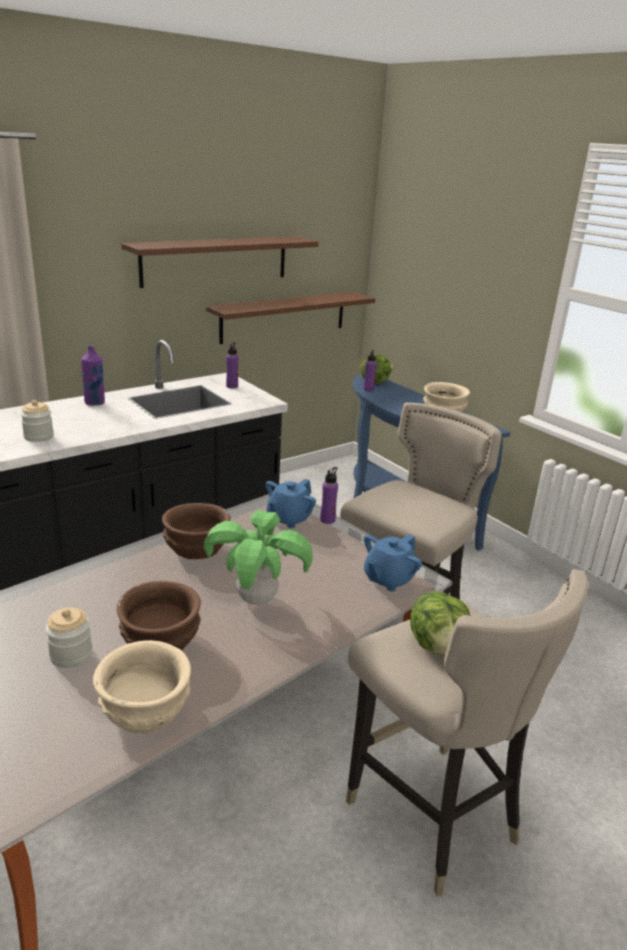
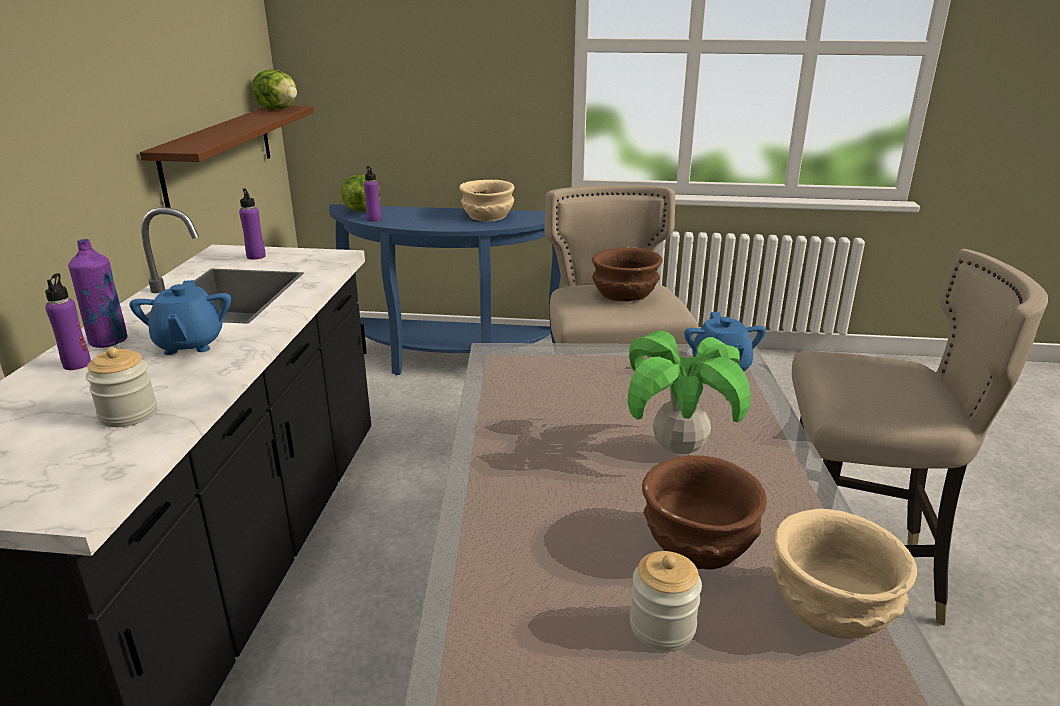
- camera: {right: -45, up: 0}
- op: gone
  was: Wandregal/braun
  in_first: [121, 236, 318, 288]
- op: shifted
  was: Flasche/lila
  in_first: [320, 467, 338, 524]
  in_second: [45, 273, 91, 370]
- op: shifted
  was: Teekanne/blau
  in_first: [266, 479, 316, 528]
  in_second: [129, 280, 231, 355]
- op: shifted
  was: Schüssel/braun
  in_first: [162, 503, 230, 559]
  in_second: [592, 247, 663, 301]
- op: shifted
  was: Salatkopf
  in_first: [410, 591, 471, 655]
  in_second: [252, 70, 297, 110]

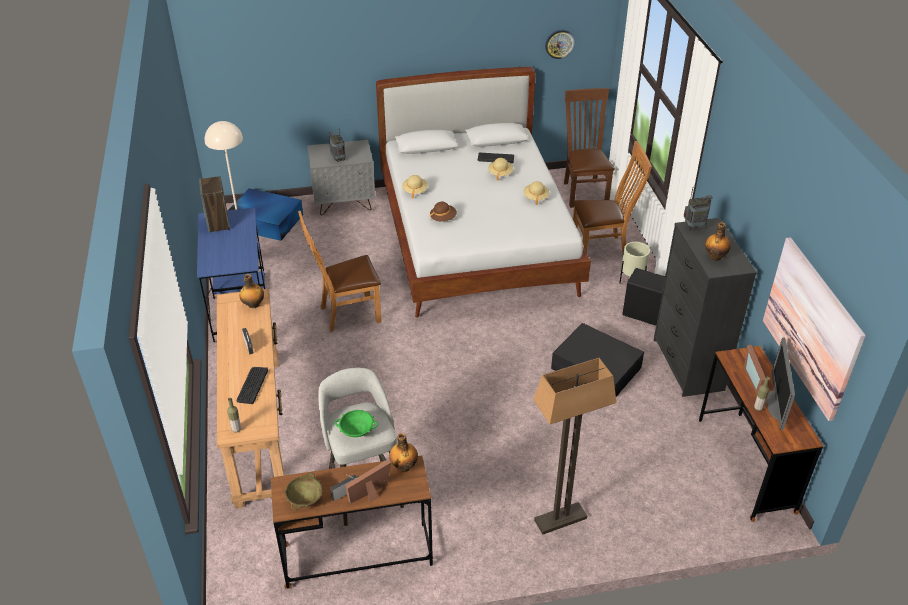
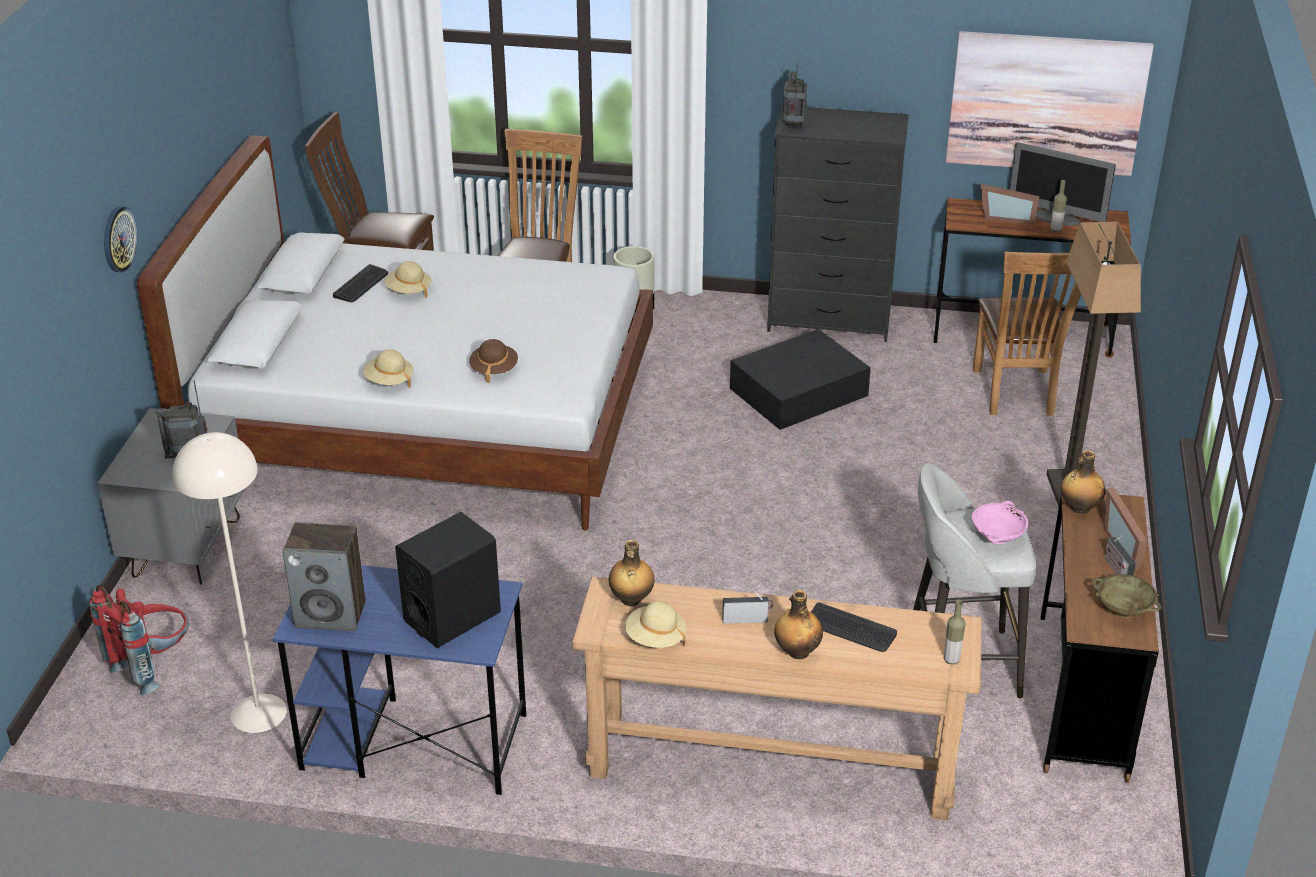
- camera: {right: -70, up: -5}
- op: shifted
  was: Wanduhr
  in_first: [545, 29, 575, 59]
  in_second: [104, 206, 138, 273]
- op: shifted
  was: Hut/beige
  in_first: [523, 181, 549, 205]
  in_second: [626, 601, 686, 648]
- op: swapped
  was: Aufbewahrungsbox/blau
  now: Rucksack/rot
  in_first: [229, 188, 303, 241]
  in_second: [89, 585, 189, 695]
- op: shifted
  was: Stuhl/braun
  in_first: [298, 211, 382, 332]
  in_second: [973, 252, 1081, 415]
- op: shifted
  was: Flasche
  in_first: [705, 222, 731, 261]
  in_second: [774, 590, 823, 659]
- op: shifted
  was: Lautsprecher/schwarz
  in_first: [622, 268, 665, 326]
  in_second: [395, 512, 501, 648]
- op: repainted
  was: Schüssel/grün
  now: Schüssel/rosa
  in_first: [335, 410, 378, 437]
  in_second: [972, 501, 1028, 544]

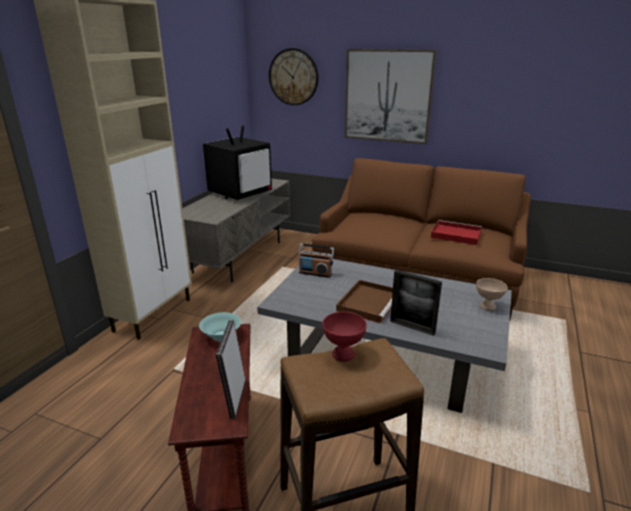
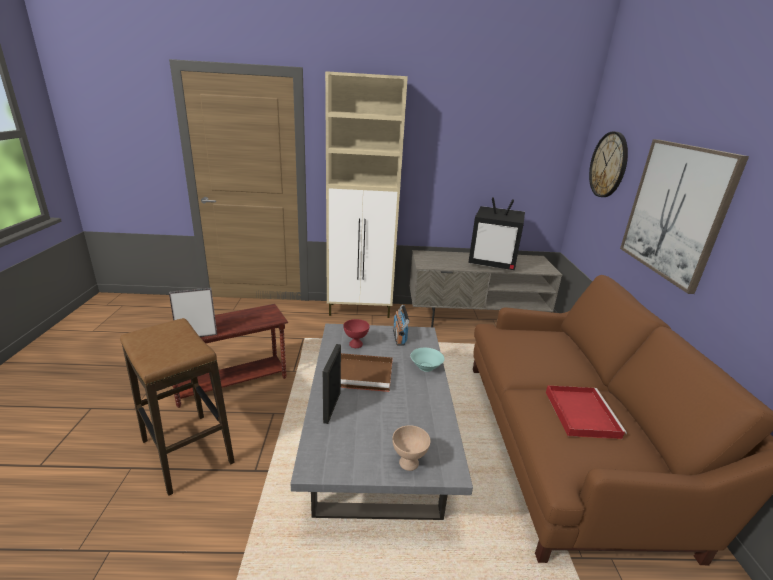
- camera: {right: 65, up: 0}
- op: shifted
  was: Schüssel/türkis
  in_first: [199, 312, 241, 341]
  in_second: [410, 348, 445, 372]
- op: shifted
  was: Schüssel/rot
  in_first: [322, 312, 367, 362]
  in_second: [343, 319, 370, 348]

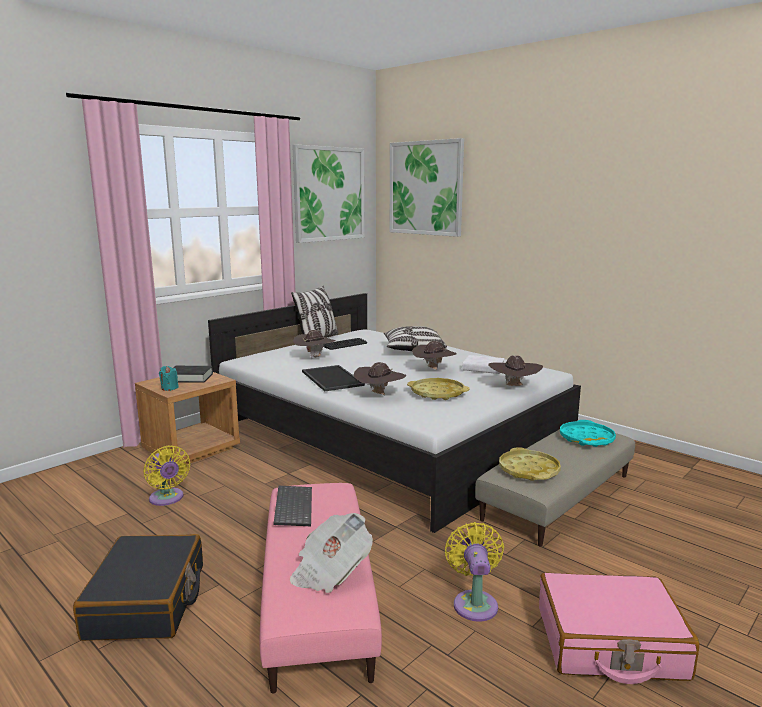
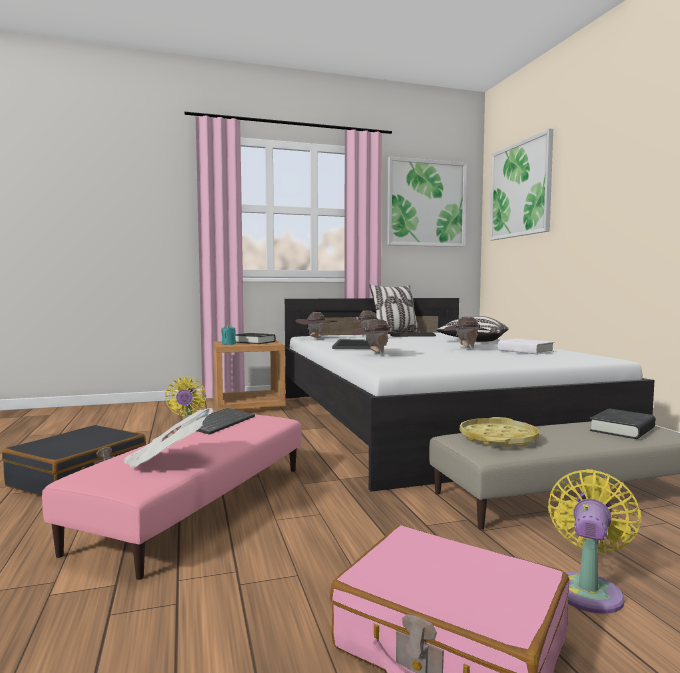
- camera: {right: 30, up: -10}
- op: shifted
  was: Hut/braun
  in_first: [488, 355, 543, 386]
  in_second: [296, 312, 337, 338]
- op: gone
  was: Tablett/gelb
  in_first: [407, 378, 470, 400]
- op: swapped
  was: Tablett/türkis
  now: Buch/schwarz
  in_first: [560, 420, 616, 447]
  in_second: [590, 408, 656, 439]
- op: shifted
  was: Ventilator/gelb
  in_first: [445, 522, 504, 621]
  in_second: [548, 469, 641, 614]

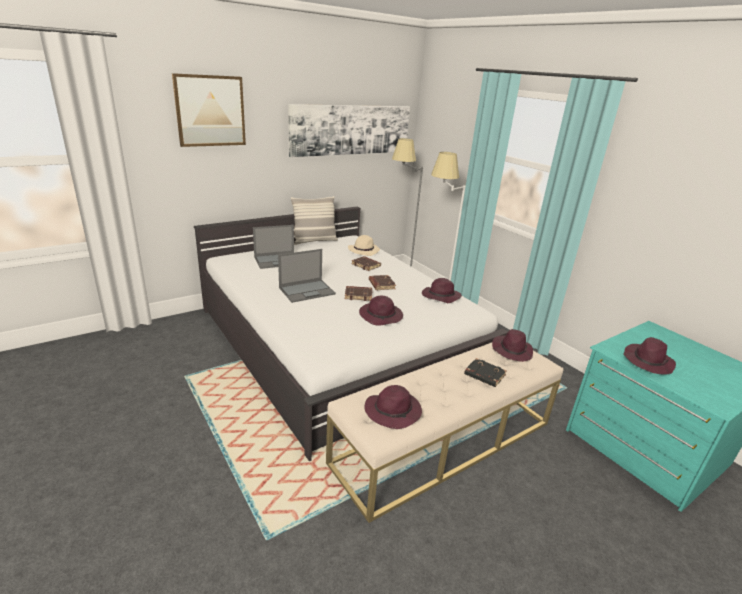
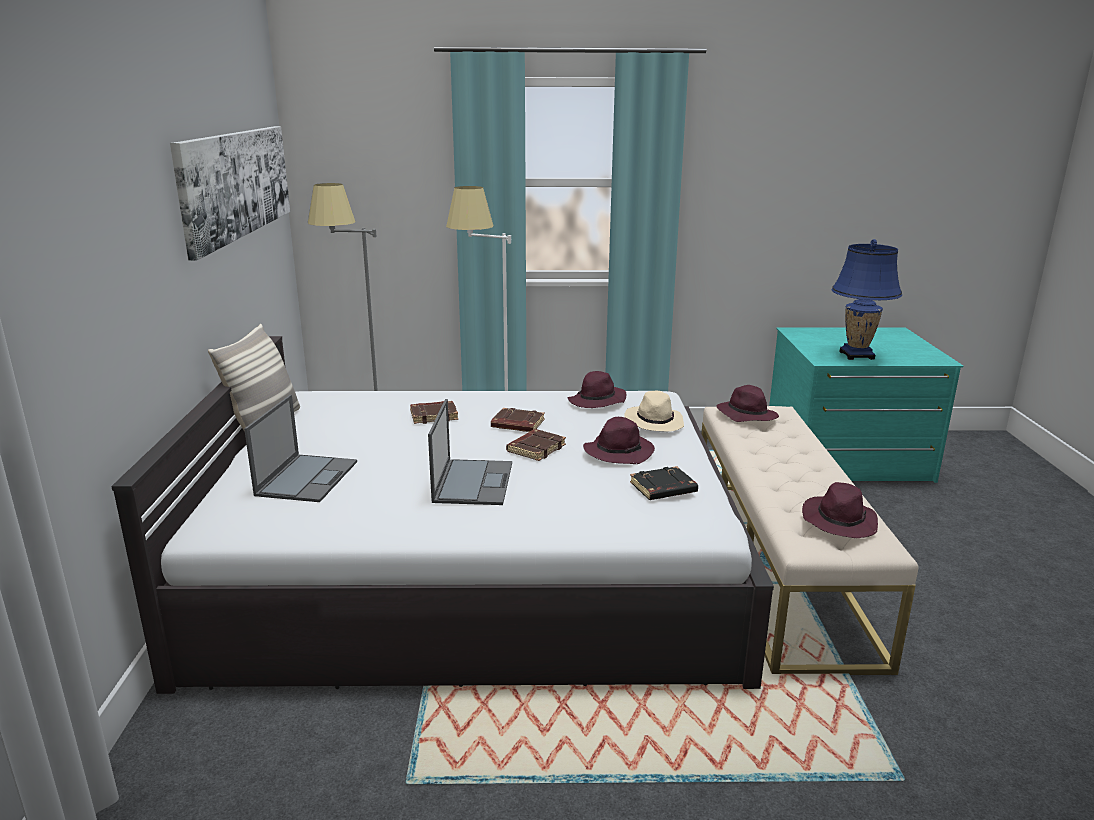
- camera: {right: -55, up: -5}
- op: gone
  was: Bild
  in_first: [172, 73, 246, 147]
- op: shifted
  was: Hut/beige
  in_first: [348, 235, 380, 256]
  in_second: [624, 391, 684, 432]
- op: swapped
  was: Hut/lila
  now: Tischlampe/blau
  in_first: [624, 337, 676, 374]
  in_second: [831, 239, 902, 360]
- op: shifted
  was: Buch/schwarz
  in_first: [464, 358, 507, 387]
  in_second: [630, 466, 698, 500]

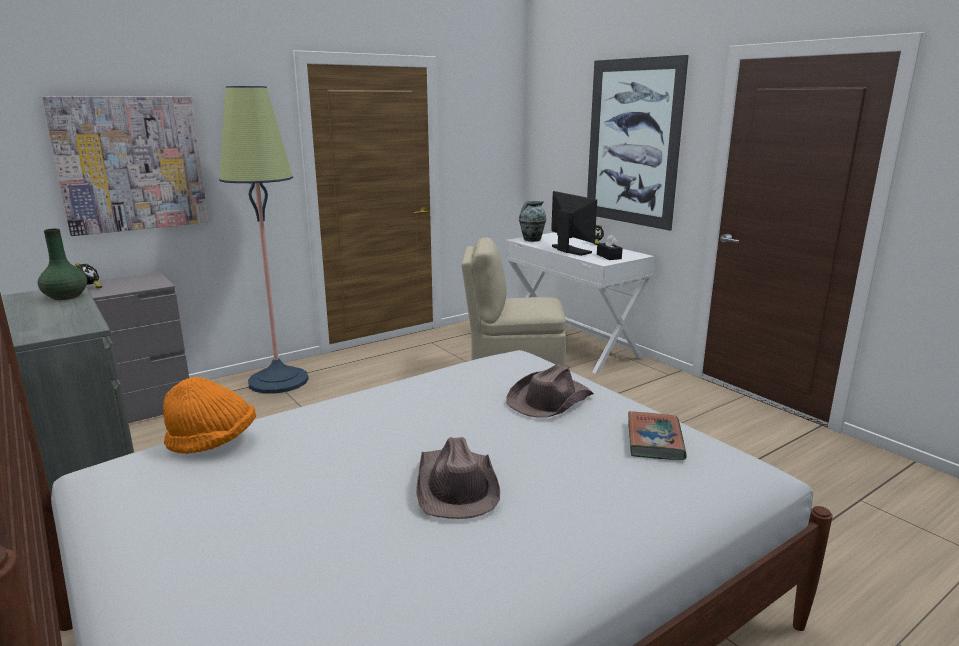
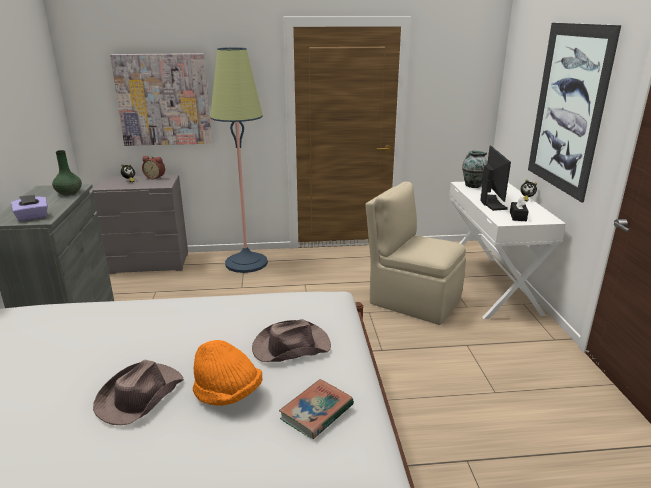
- camera: {right: 30, up: 5}
- op: shifted
  was: Hut/orange
  in_first: [163, 377, 256, 454]
  in_second: [193, 340, 263, 406]
- op: new
  now: Wecker
  in_second: [142, 156, 165, 180]
- op: new
  now: Taschentuchbox/lila
  in_second: [11, 195, 48, 221]

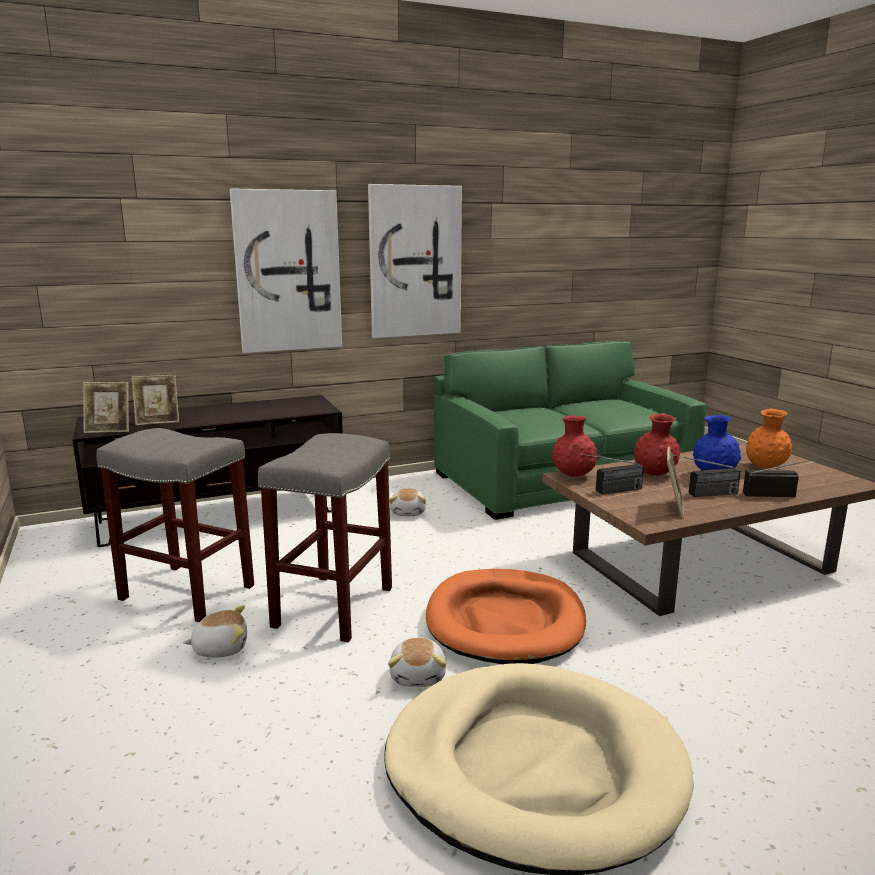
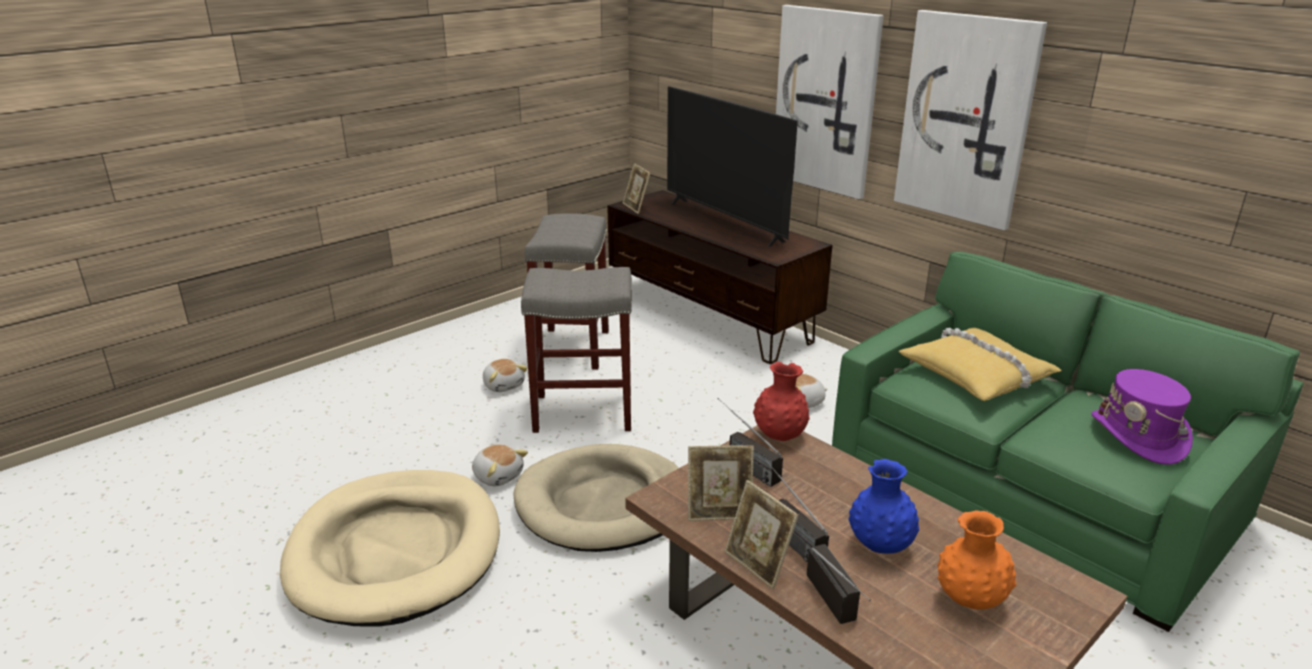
- camera: {right: 70, up: 10}
- op: shifted
  was: Bilderrahmen
  in_first: [132, 375, 179, 425]
  in_second: [724, 480, 799, 589]
- op: gone
  was: Vase/rot
  in_first: [634, 414, 681, 475]
- op: repainted
  was: Hundebett/orange
  now: Hundebett/beige
  in_first: [426, 569, 586, 664]
  in_second: [513, 444, 679, 552]
- op: rotated
  was: Plüschtier
  in_first: [388, 638, 446, 687]
  in_second: [472, 444, 528, 486]
  clockwise: -120
- op: new
  now: Fernseher
  in_second: [667, 86, 798, 247]
- op: new
  now: Kissen/gelb
  in_second: [898, 328, 1062, 401]
- op: new
  now: Hut/lila
  in_second: [1092, 369, 1193, 465]

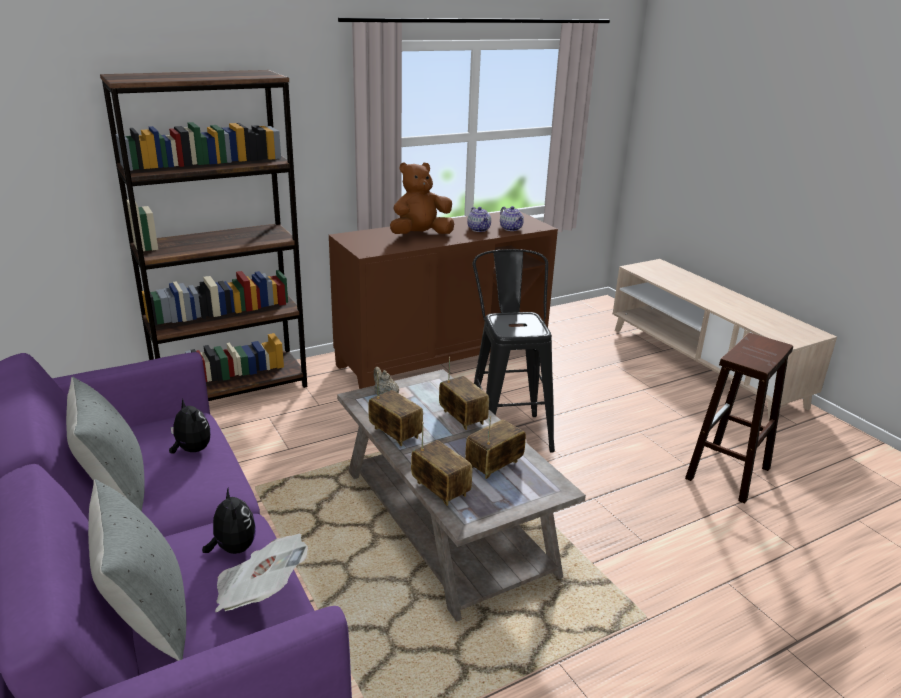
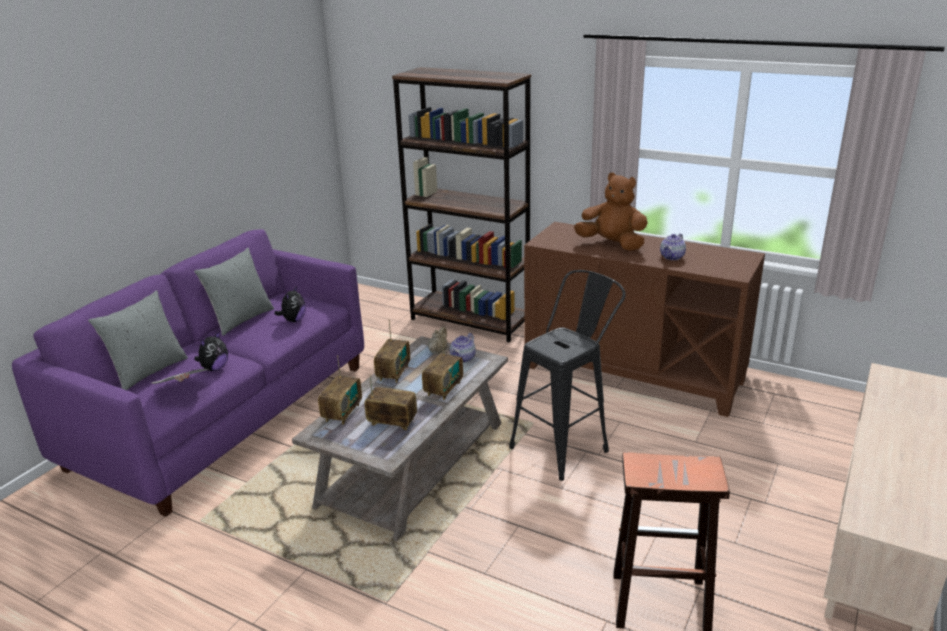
- camera: {right: 60, up: 0}
- op: shifted
  was: Teekanne
  in_first: [500, 206, 524, 231]
  in_second: [450, 333, 476, 362]

